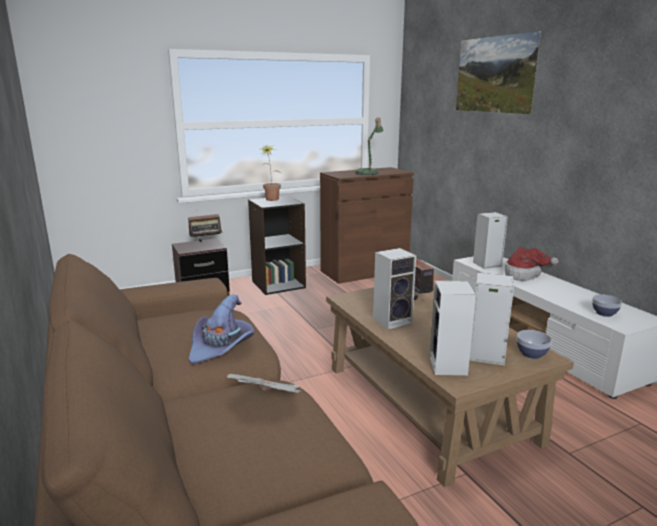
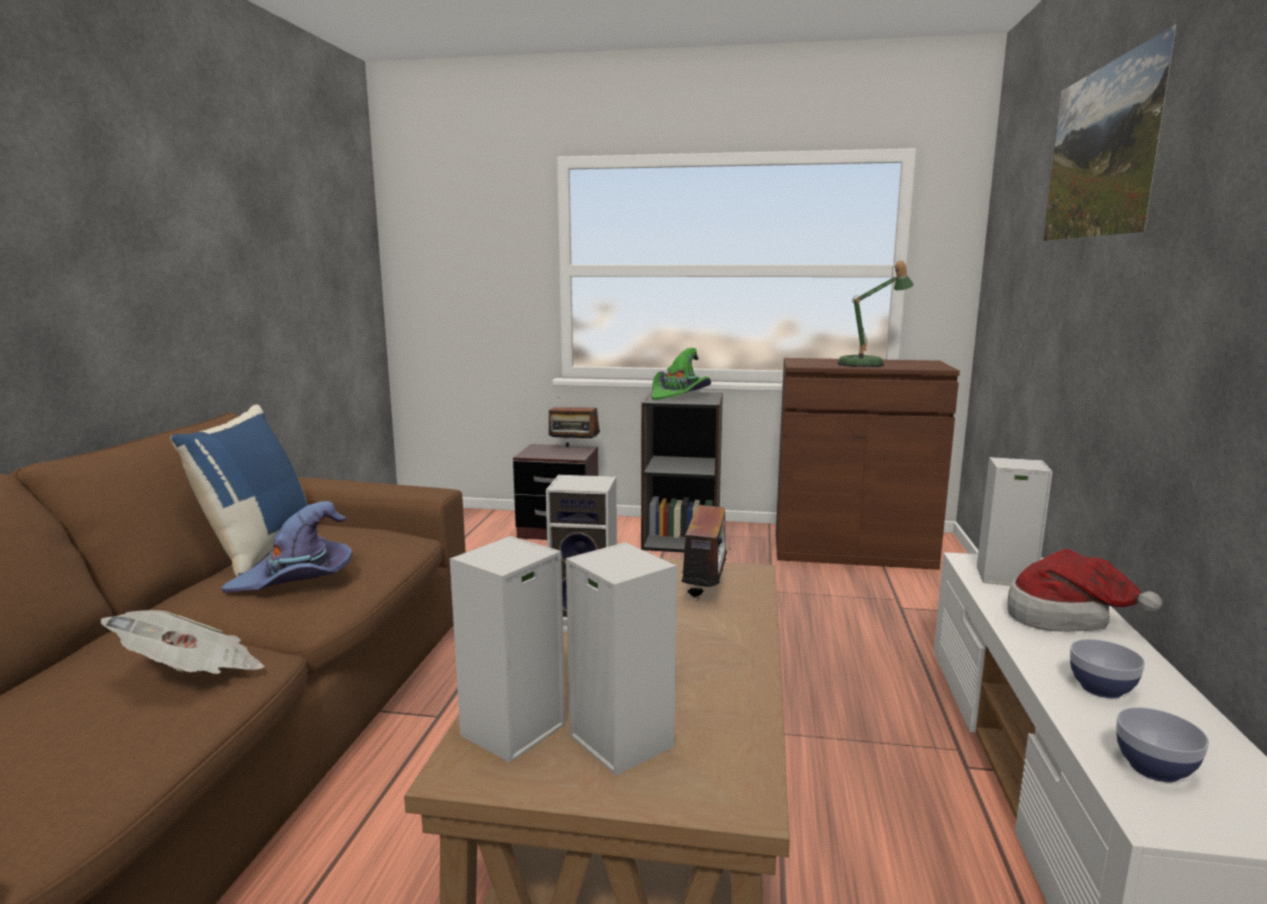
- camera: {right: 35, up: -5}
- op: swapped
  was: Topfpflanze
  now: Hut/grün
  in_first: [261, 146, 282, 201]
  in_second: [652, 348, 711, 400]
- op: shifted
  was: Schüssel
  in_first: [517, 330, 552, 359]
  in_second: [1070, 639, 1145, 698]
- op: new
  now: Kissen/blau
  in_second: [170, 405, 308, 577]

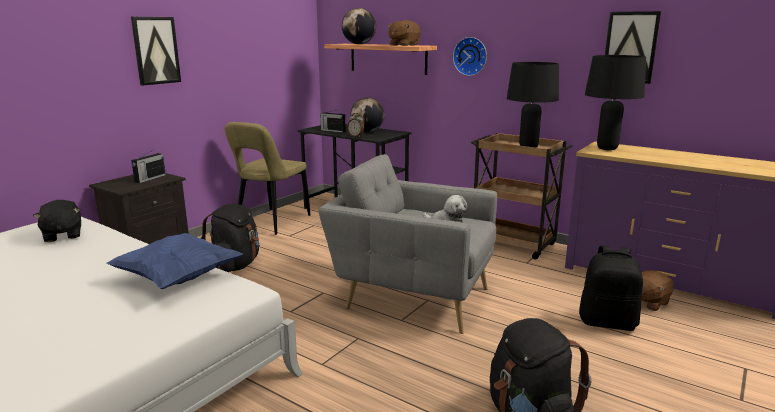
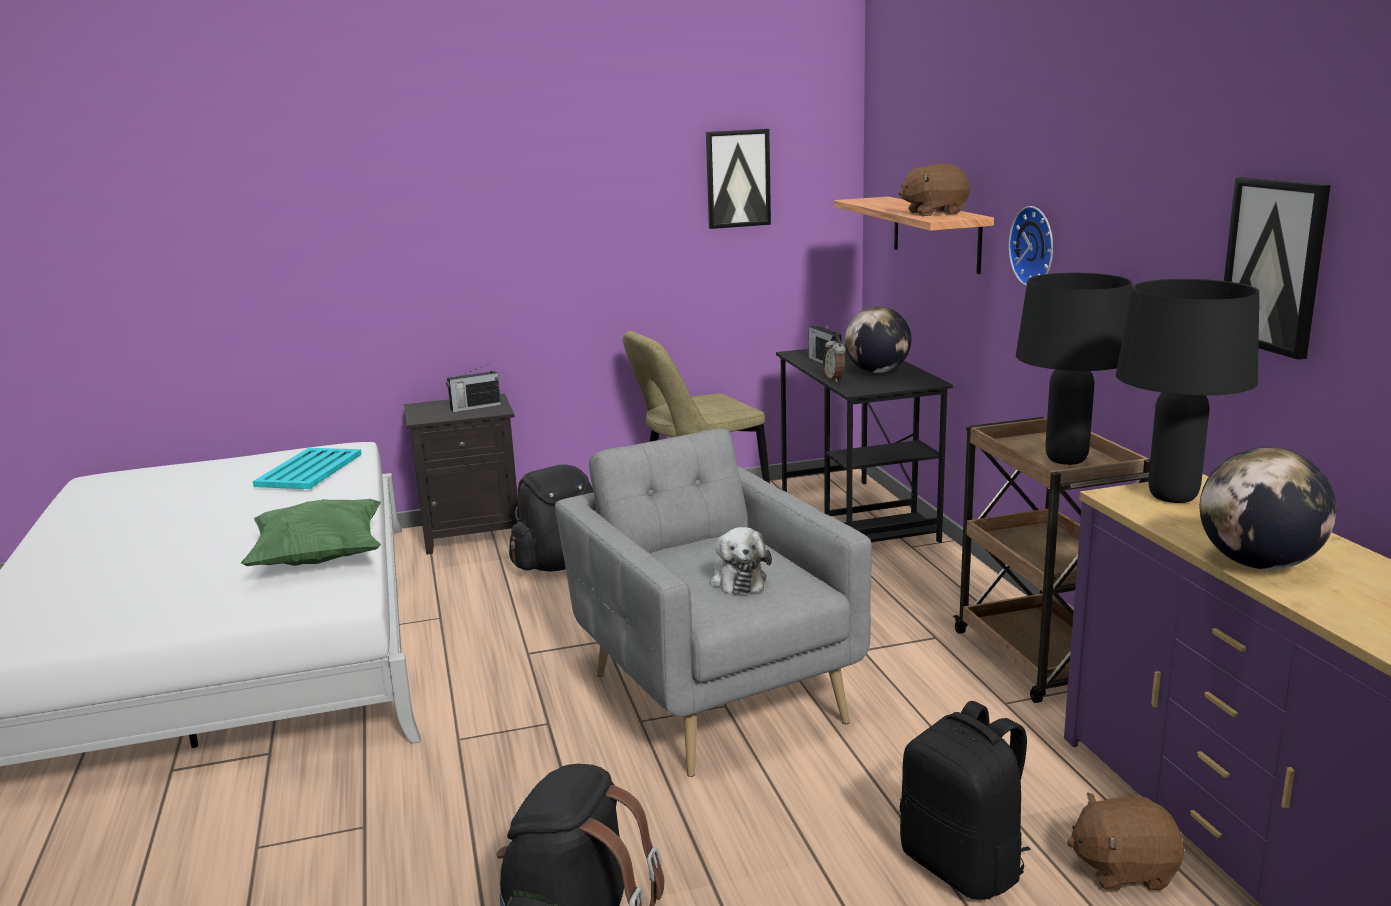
- camera: {right: 40, up: 0}
- op: shifted
  was: Globus
  in_first: [342, 8, 376, 44]
  in_second: [1200, 447, 1337, 570]
- op: shifted
  was: Bild
  in_first: [131, 17, 181, 86]
  in_second: [706, 129, 771, 229]
- op: swapped
  was: Plüschtier/schwarz
  now: Tablett/türkis
  in_first: [33, 200, 81, 242]
  in_second: [253, 448, 362, 489]
- op: repainted
  was: Kissen/blau
  now: Kissen/grün
  in_first: [107, 233, 243, 289]
  in_second: [241, 499, 381, 566]

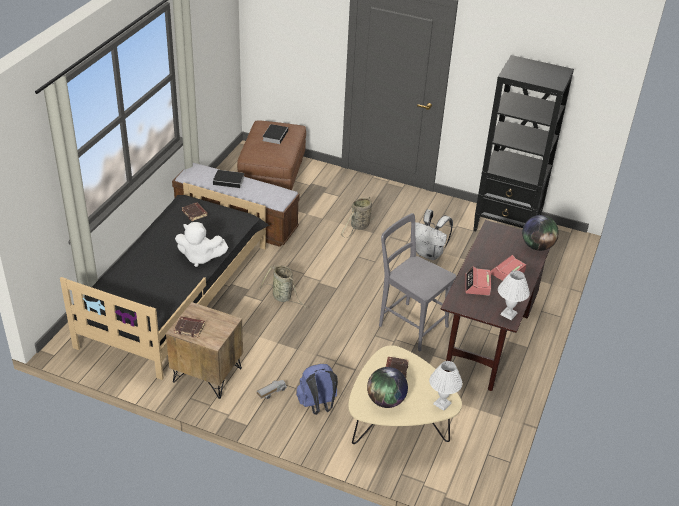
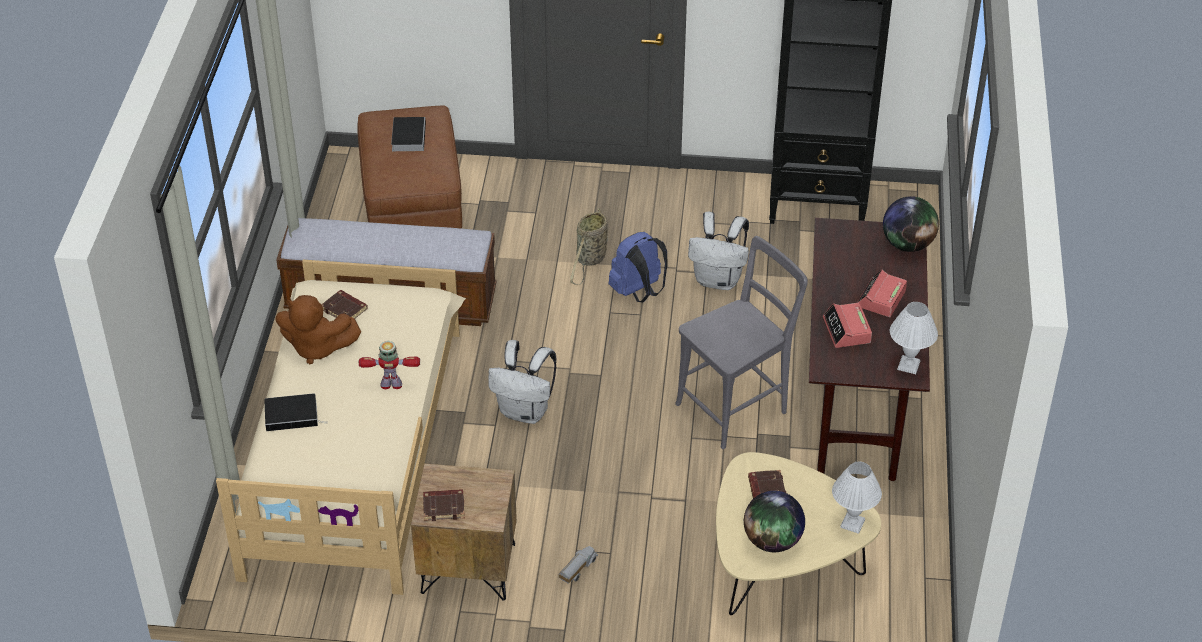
- camera: {right: -15, up: 5}
- op: shifted
  was: Buch
  in_first: [213, 170, 246, 188]
  in_second: [264, 393, 323, 431]
- op: repainted
  was: Bett/schwarz
  now: Bett/beige
  in_first: [60, 183, 270, 380]
  in_second: [216, 260, 466, 595]
- op: rotated
  was: Stuhl/grau
  in_first: [379, 213, 456, 351]
  in_second: [675, 236, 808, 449]
  clockwise: 120
- op: swapped
  was: Plüschtier/weiß
  now: Spielzeugroboter
  in_first: [175, 222, 229, 267]
  in_second: [359, 341, 420, 389]
- op: swapped
  was: Korb
  now: Rucksack/weiß
  in_first: [259, 266, 307, 308]
  in_second: [488, 340, 557, 424]
- op: shifted
  was: Rucksack/blau
  in_first: [296, 364, 338, 415]
  in_second: [608, 232, 668, 303]
- op: new
  now: Plüschtier/braun
  in_second: [275, 295, 361, 364]

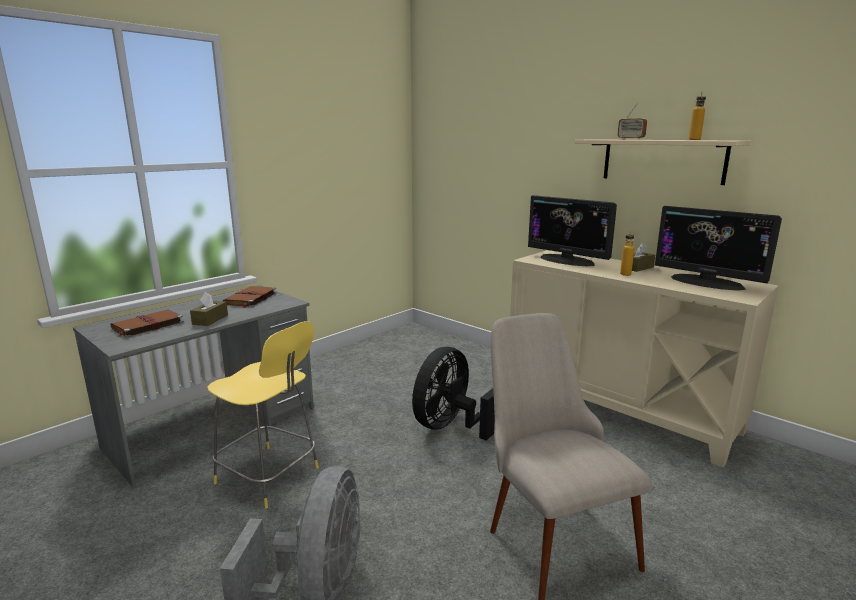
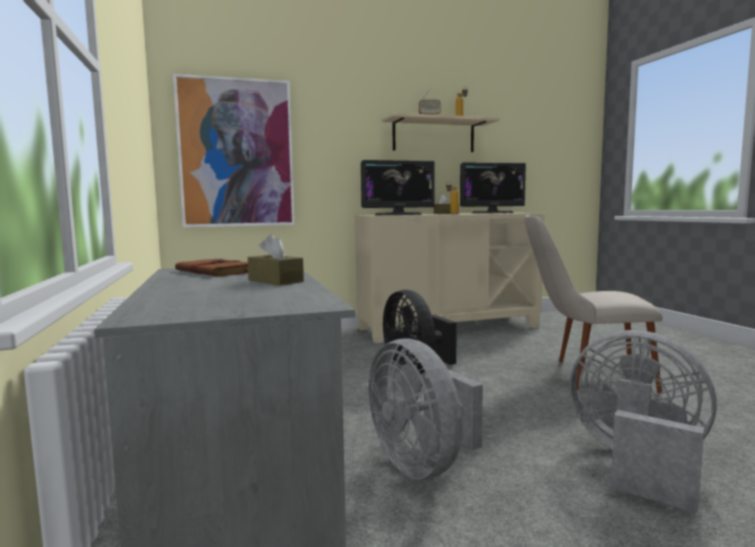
- camera: {right: -60, up: -10}
- op: gone
  was: Buch/braun
  in_first: [110, 310, 184, 337]
- op: swapped
  was: Hocker/gelb
  now: Ventilator/grau
  in_first: [207, 321, 319, 508]
  in_second: [368, 338, 483, 479]
- op: new
  now: Bild
  in_second: [173, 74, 295, 227]

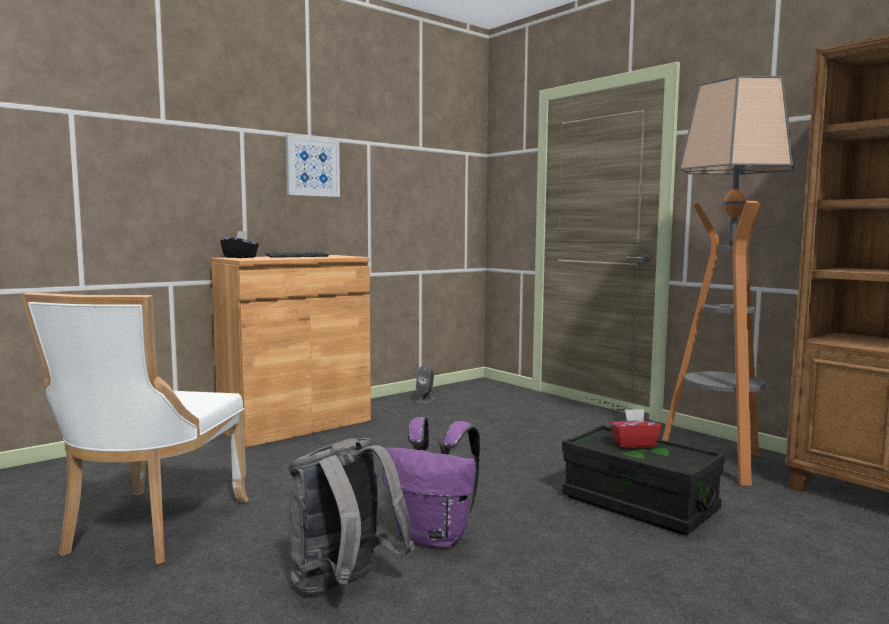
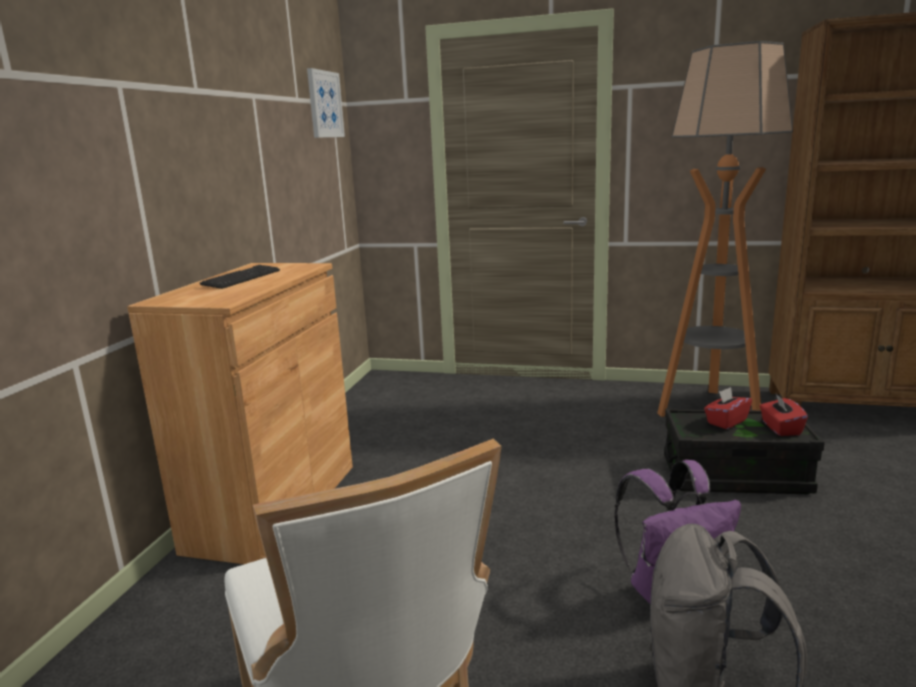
- camera: {right: -35, up: 10}
- op: shifted
  was: Bild
  in_first: [286, 135, 340, 197]
  in_second: [307, 68, 345, 138]
- op: gone
  was: Taschentuchbox/schwarz
  in_first: [220, 231, 259, 258]
- op: gone
  was: Lautsprecher/grau
  in_first: [416, 365, 435, 404]
- op: new
  now: Taschentuchbox/rot
  in_second: [760, 394, 808, 436]

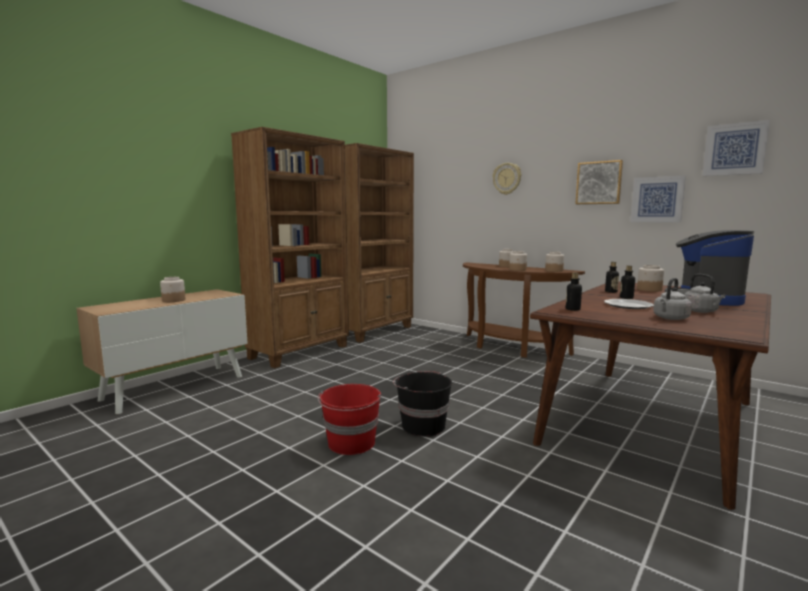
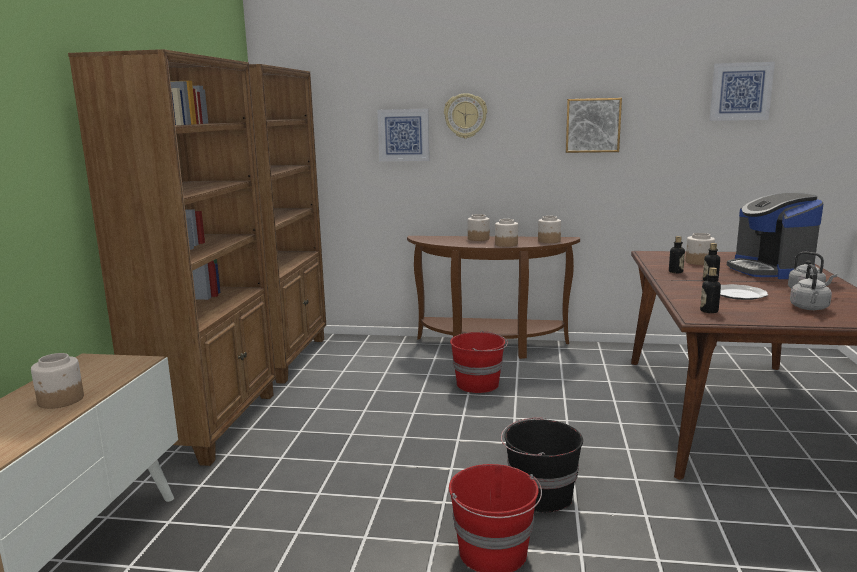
- camera: {right: -30, up: 5}
- op: shifted
  was: Bild
  in_first: [630, 175, 686, 223]
  in_second: [377, 109, 429, 161]
- op: new
  now: Eimer/rot
  in_second: [450, 330, 508, 393]

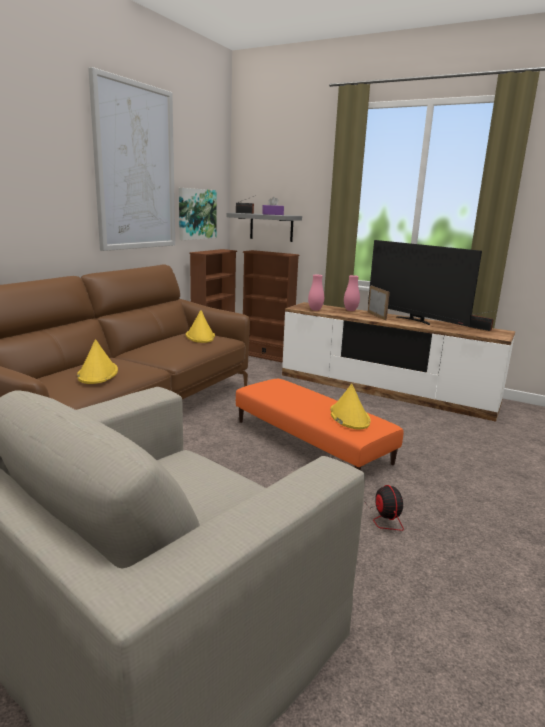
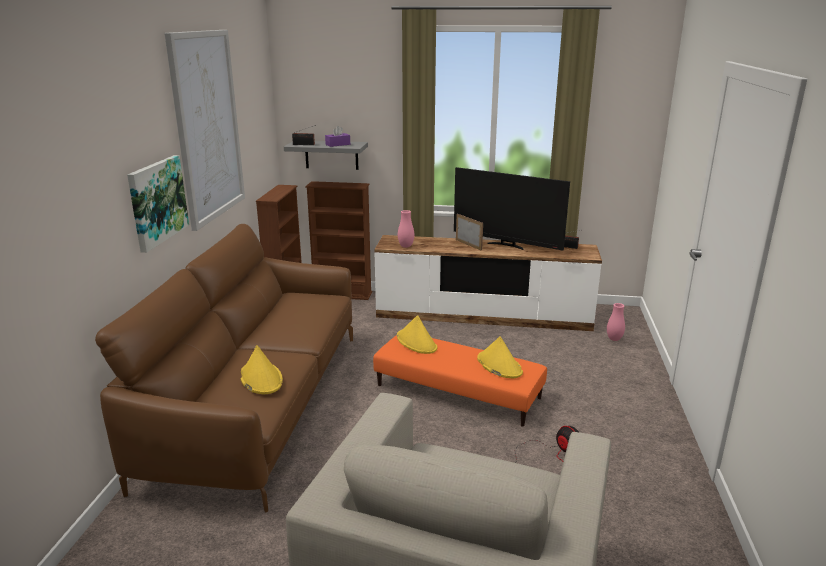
- camera: {right: -20, up: 5}
- op: shifted
  was: Bild
  in_first: [179, 188, 217, 240]
  in_second: [127, 155, 189, 253]
- op: shifted
  was: Vase/rosa
  in_first: [344, 275, 360, 311]
  in_second: [607, 303, 625, 341]
- op: shifted
  was: Hut/gelb
  in_first: [186, 310, 215, 343]
  in_second: [397, 315, 437, 354]

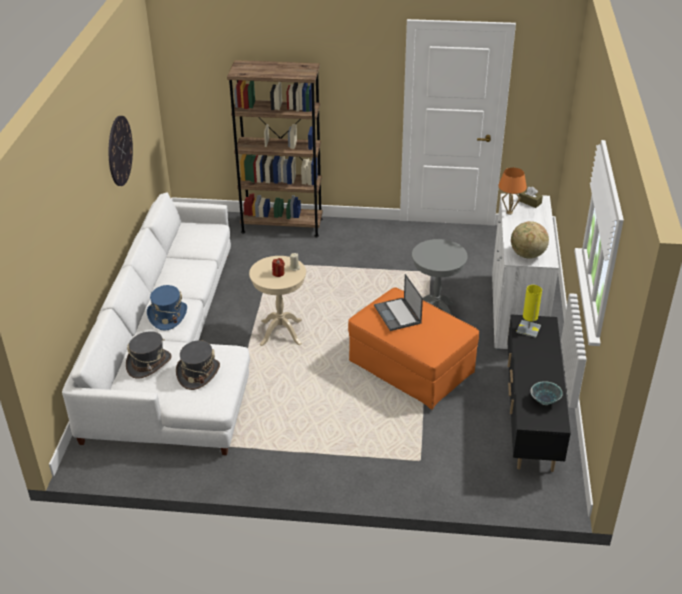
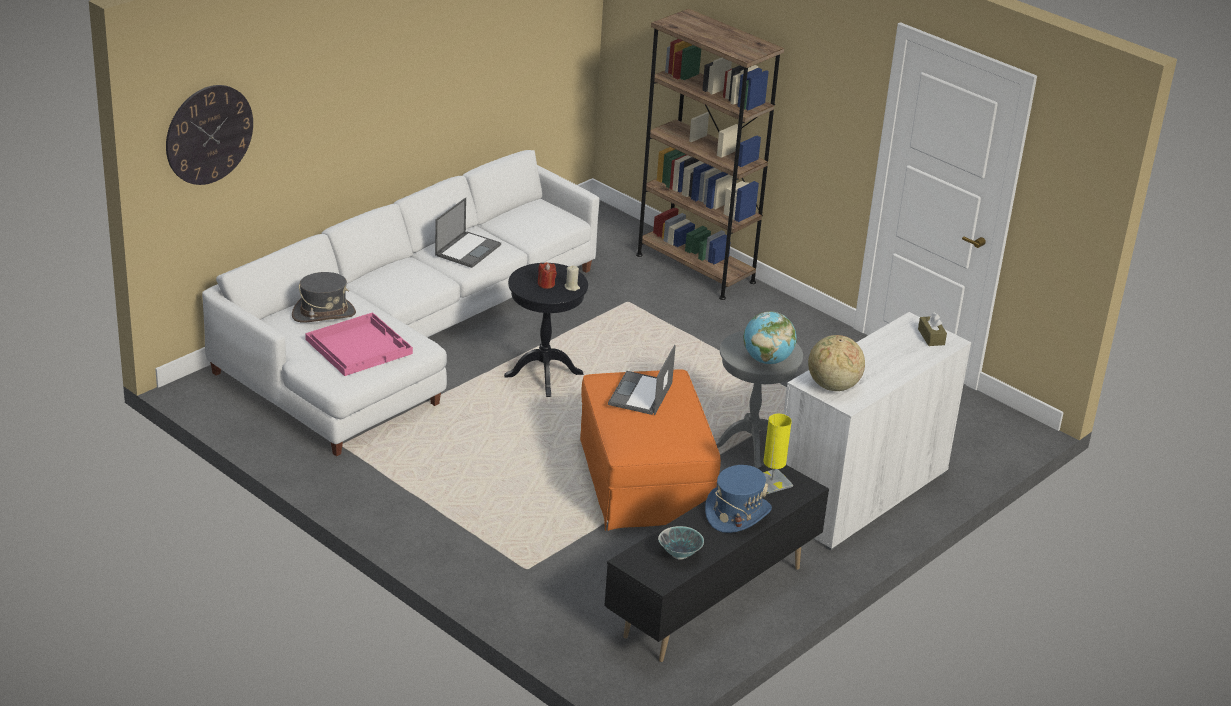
- camera: {right: 35, up: -5}
- op: shifted
  was: Wanduhr
  in_first: [109, 116, 133, 186]
  in_second: [166, 85, 253, 185]
- op: gone
  was: Tischlampe/orange
  in_first: [498, 168, 527, 215]
- op: repainted
  was: Beistelltisch/beige
  now: Beistelltisch/schwarz
  in_first: [249, 256, 306, 346]
  in_second: [504, 263, 588, 397]
- op: shifted
  was: Hut/blau
  in_first: [147, 285, 187, 331]
  in_second: [705, 465, 772, 533]
- op: swapped
  was: Hut/grau
  now: Tablett/rosa
  in_first: [176, 340, 220, 390]
  in_second: [305, 312, 413, 376]
- op: new
  now: Laptop
  in_second: [435, 197, 501, 268]
- op: new
  now: Globus
  in_second: [744, 311, 797, 364]

